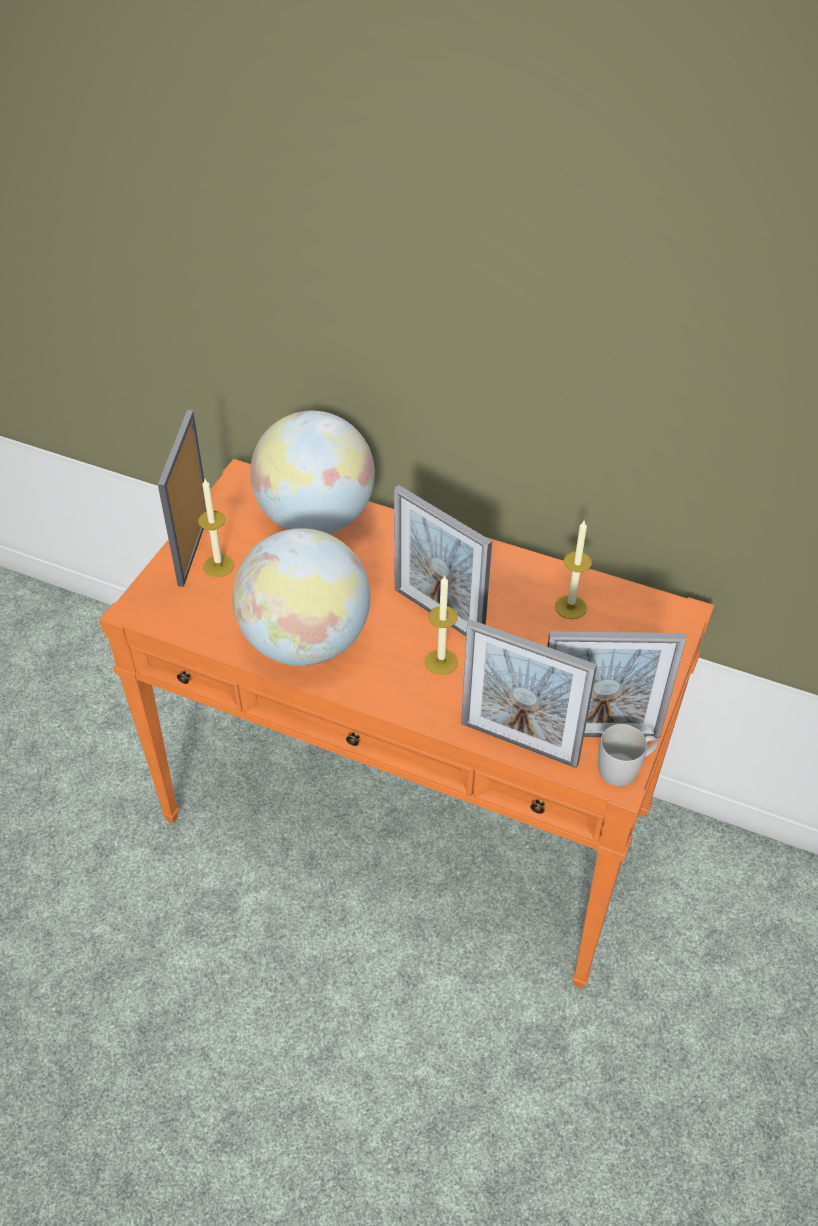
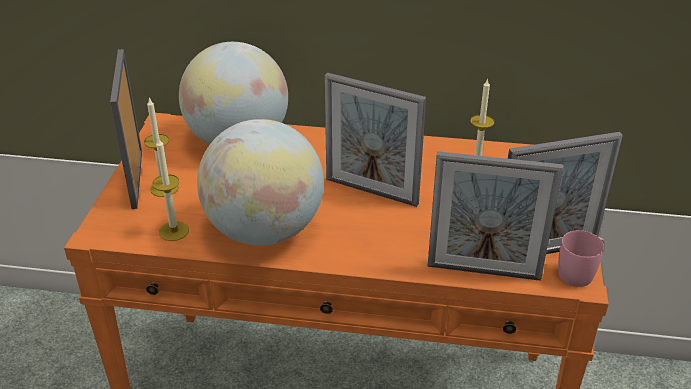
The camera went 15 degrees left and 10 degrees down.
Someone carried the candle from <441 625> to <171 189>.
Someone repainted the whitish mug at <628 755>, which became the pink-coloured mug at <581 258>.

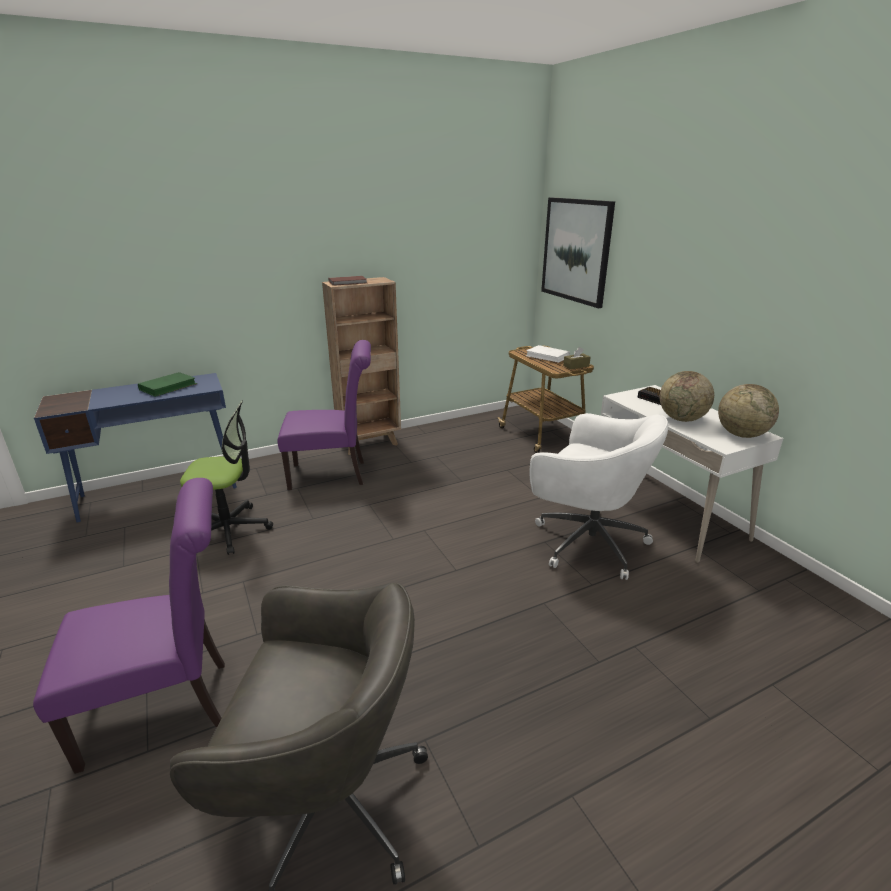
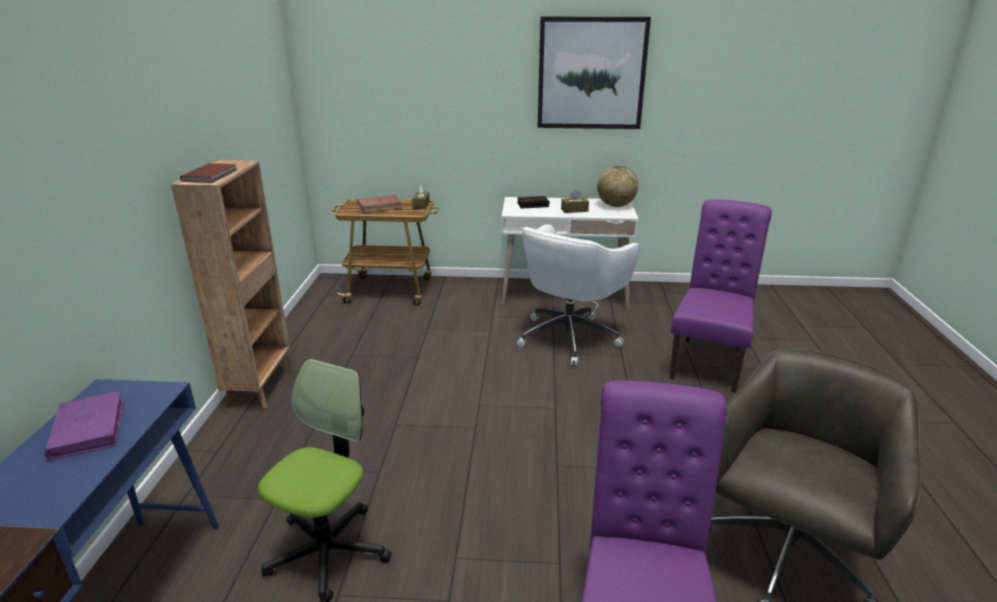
The camera went 60 degrees left and 0 degrees up.
Someone repainted the greenish volume at <167 384>, which became the purple-coloured volume at <84 426>.
Someone carried the purple-coloured chair from <324 415> to <720 296>.
Someone repainted the whitish volume at <548 354>, which became the brown volume at <380 204>.
Someone rotated the whitish desk chair at <599 496> by 150 degrees clockwise.
Someone carried the wall art from <578 252> to <594 73>.
Someone swapped the world globe at <687 396> for the brown tissue holder at <575 201>.

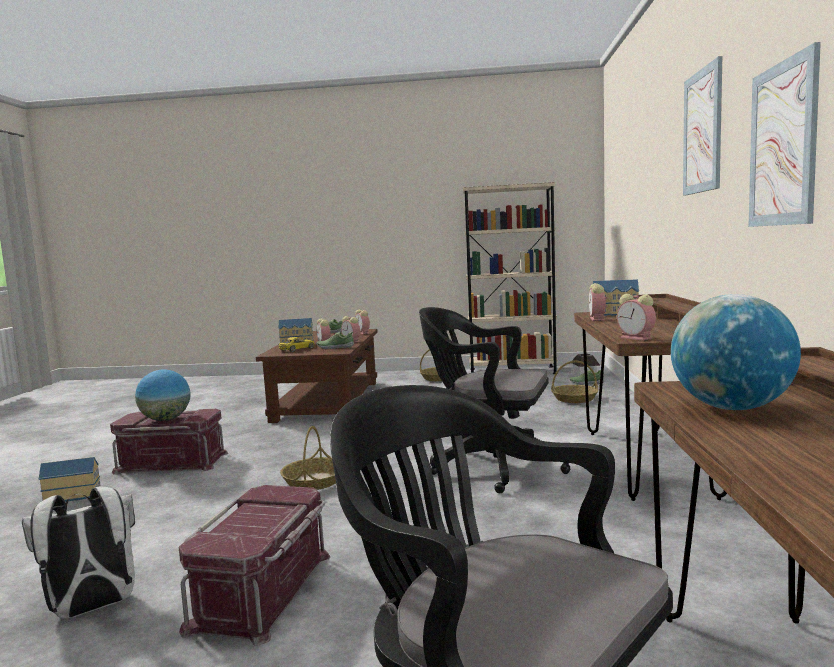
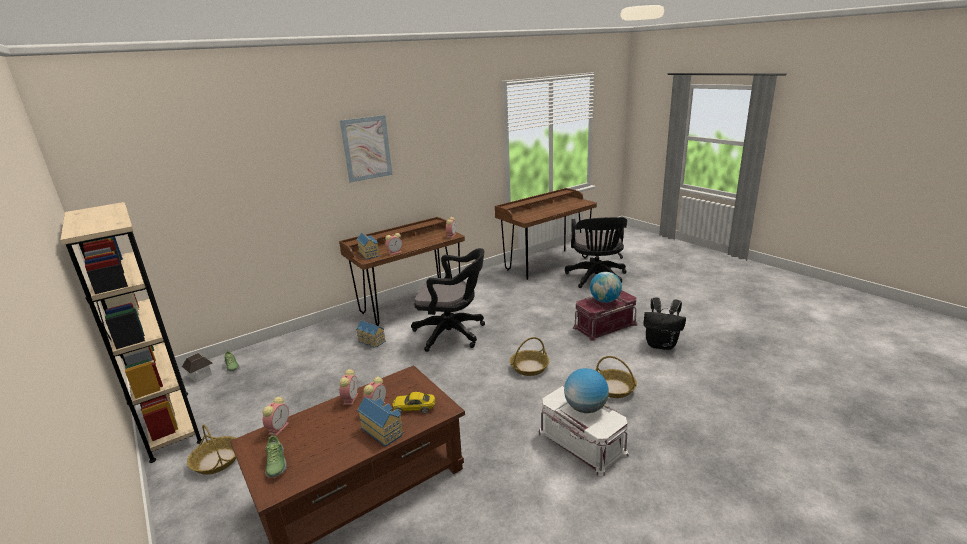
The camera went 130 degrees left and 15 degrees up.
Someone repainted the whitish backpack at <78 552>, which became the black-coloured backpack at <664 324>.
Someone carried the toy house from <70 479> to <371 334>.
Someone repainted the reddish storage box at <169 442>, which became the whitish storage box at <584 431>.
Someone took away the item of footwear at <335 340>.
Someone rotated the black-coloured desk chair at <495 400> by 60 degrees counterclockwise.
Someone carried the storage basket from <574 382> to <616 377>.
Someone carried the world globe from <736 352> to <606 287>.
Someone took away the wall art at <784 134>.

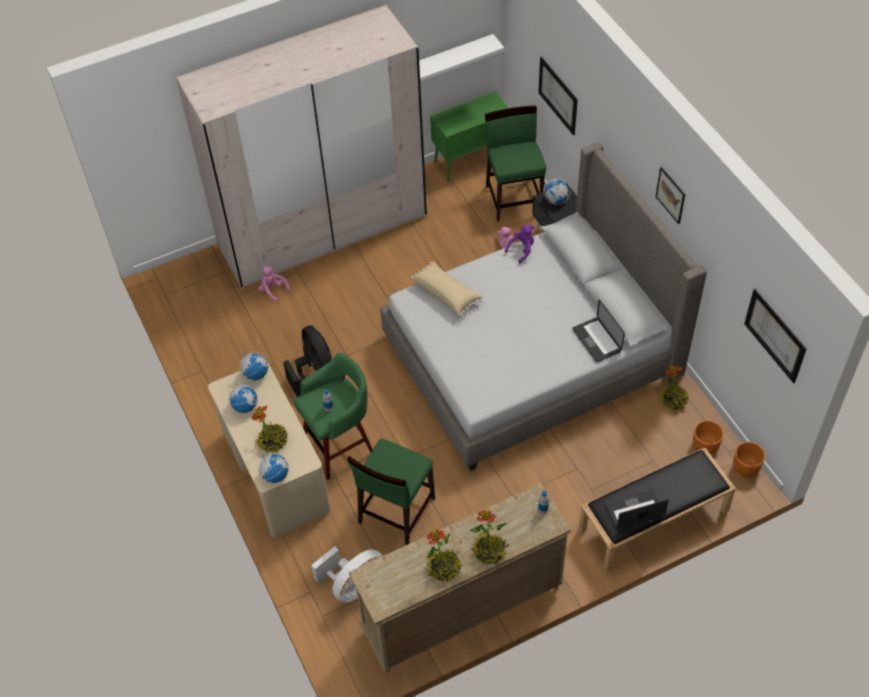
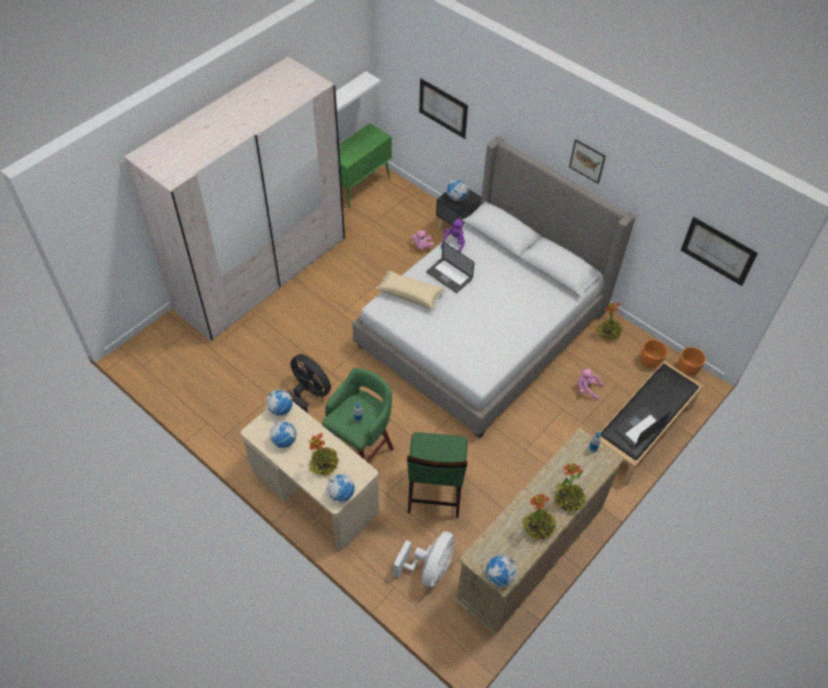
The camera went 25 degrees left and 0 degrees up.
Someone carried the pink-coloured plush toy from <274 284> to <591 384>.
Someone took away the greenish chair at <515 163>.
Someone carried the notebook computer from <598 331> to <450 267>.
Someone put down the world globe at <501 570>.

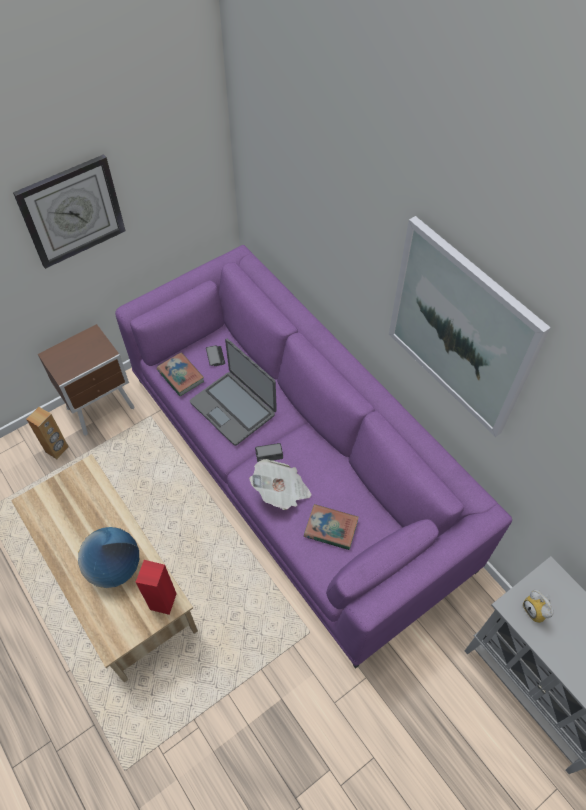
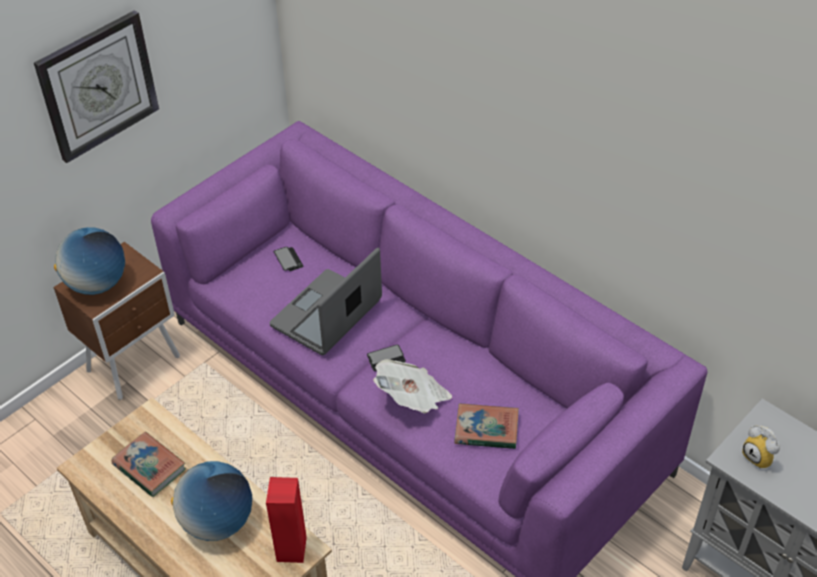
The camera went 10 degrees left and 10 degrees down.
Someone took away the brown loudspeaker at <47 433>.
Someone carried the volume from <180 374> to <148 464>.
Someone rotated the notebook computer at <233 392> by 90 degrees clockwise.
Someone took away the wall art at <470 326>.
Someone put down the world globe at <89 261>.

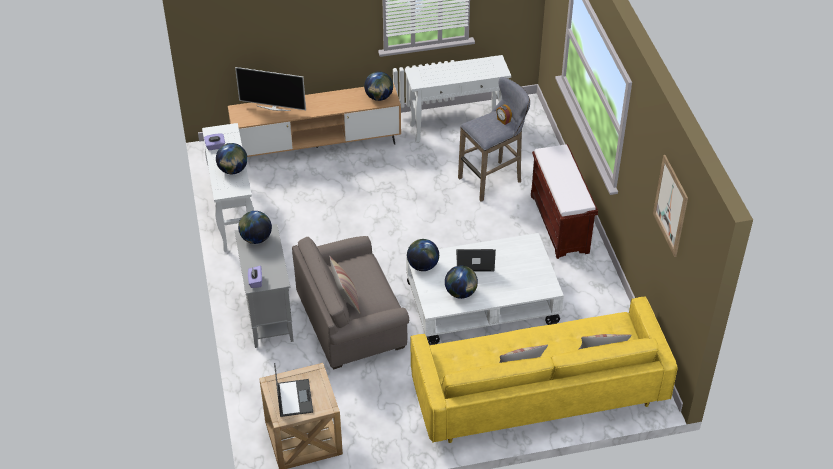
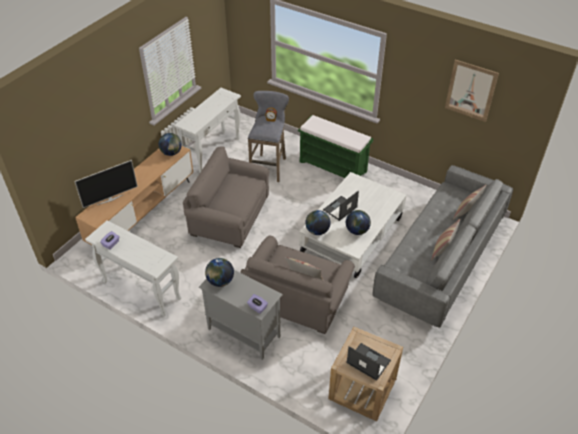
The camera went 45 degrees left and 0 degrees up.
Someone took away the world globe at <232 158>.
Someone repainted the yellowish couch at <543 370>, which became the greyish couch at <442 246>.
Someone repainted the brown indoor bench at <564 201>, which became the greenish indoor bench at <335 146>.
Someone put down the greyish lounge chair at <226 197>.

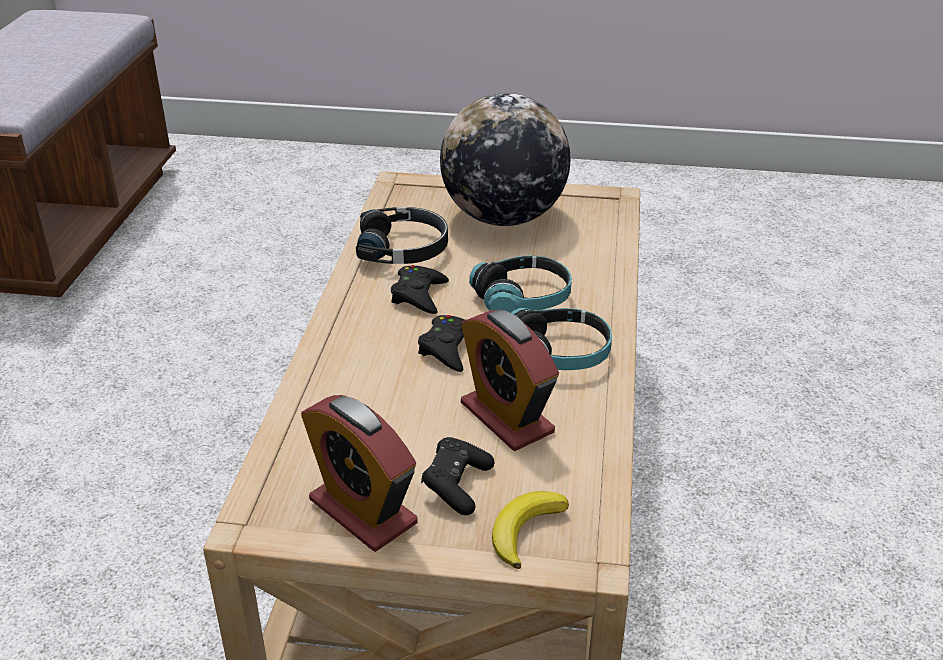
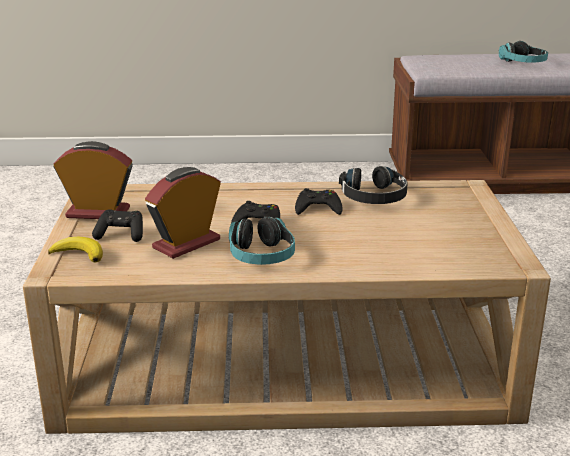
The camera went 80 degrees right and 10 degrees down.
Someone rotated the table clock at <359 473> by 60 degrees clockwise.
Someone took away the world globe at <505 159>.
Someone carried the headphones from <520 284> to <523 52>.

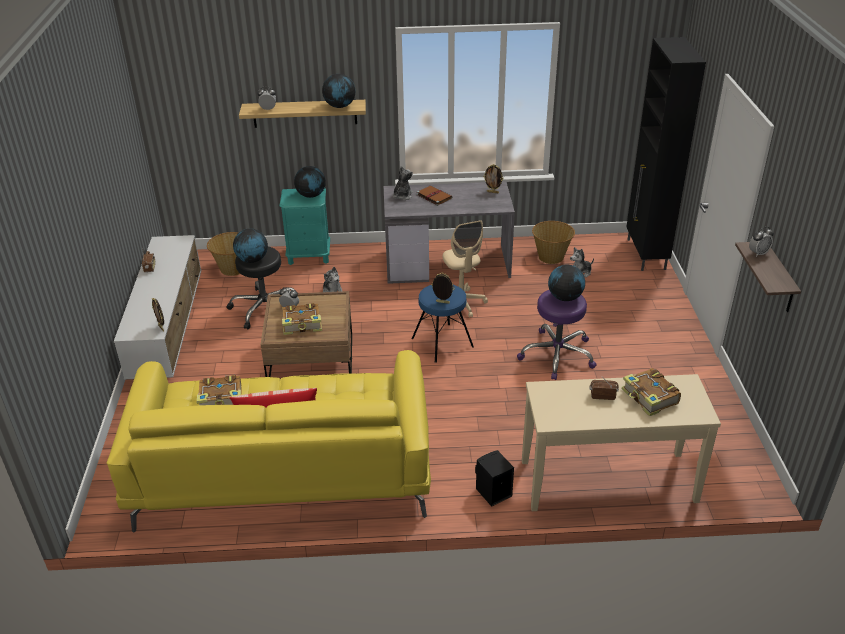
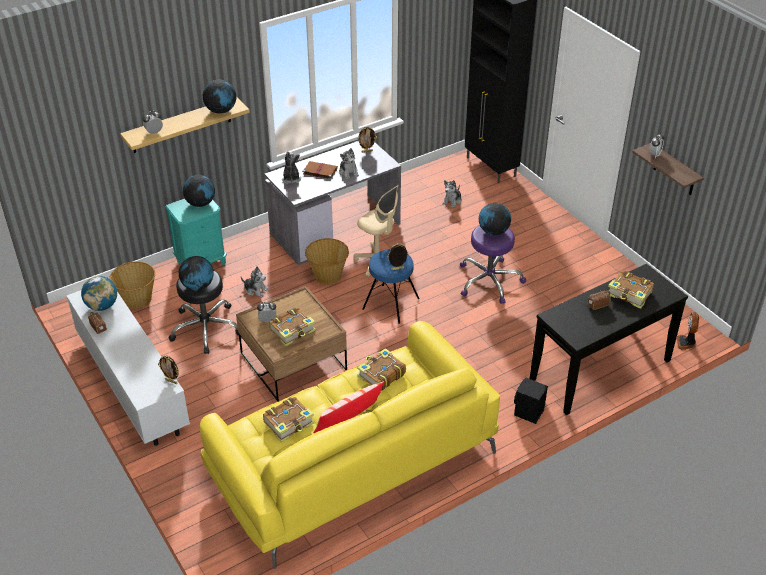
The camera went 30 degrees left and 5 degrees up.
Someone repainted the beige-coloured hall table at <621 442>, which became the black-coloured hall table at <608 339>.
Someone carried the storage basket from <553 242> to <327 261>.
Someone put down the world globe at <99 293>.
Someone put down the plush toy at <349 163>.
Someone put down the volume at <381 369>.
Someone put down the cooling fan at <688 331>.

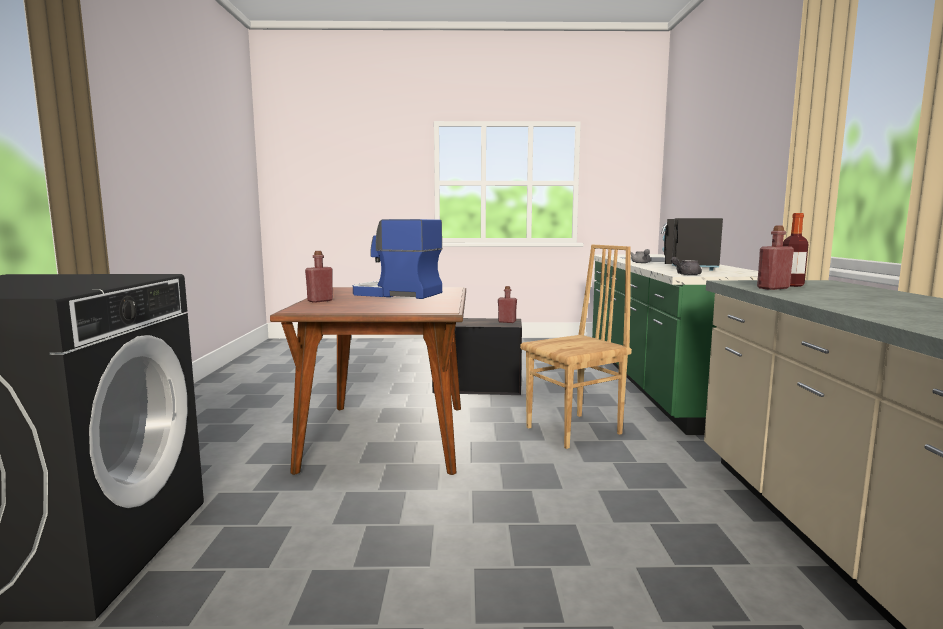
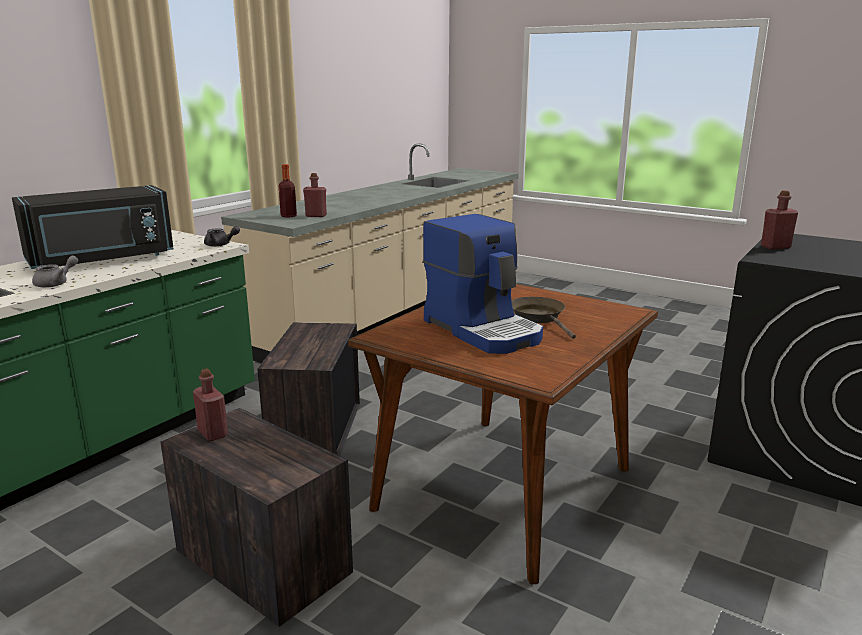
The camera went 145 degrees left and 10 degrees up.
Someone carried the reddish beverage bottle from <319 277> to <779 219>.
Someone swapped the brown chair at <576 347> for the crate at <308 389>.
Someone put down the brown pan at <544 318>.

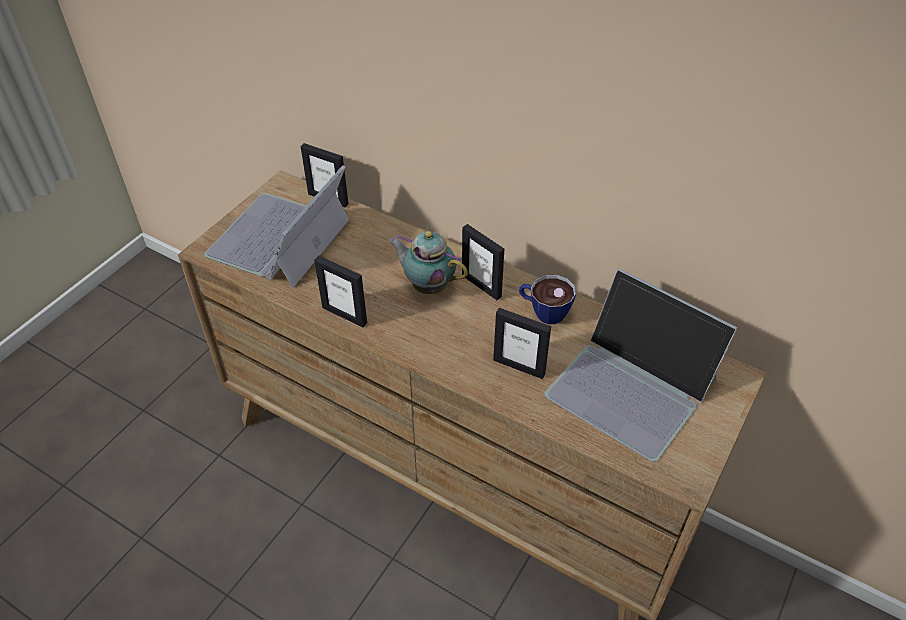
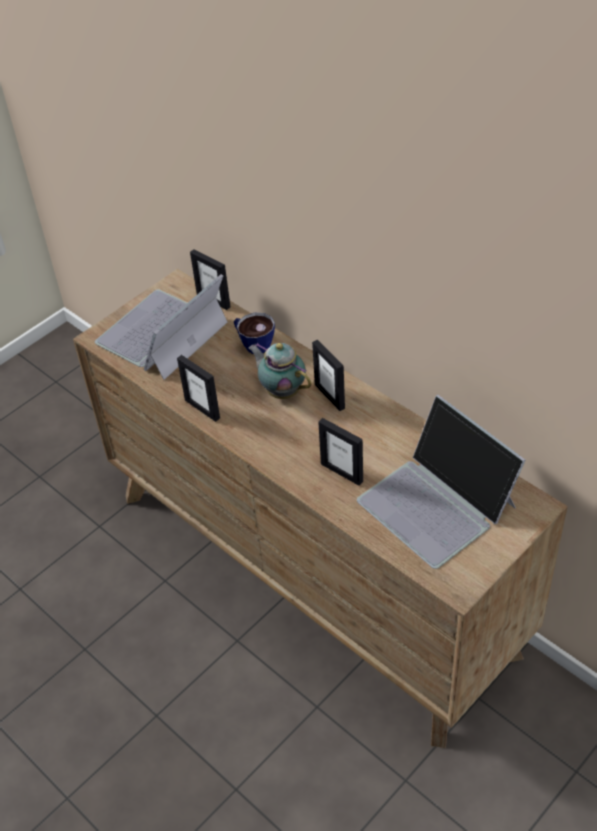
The camera went 15 degrees right and 0 degrees up.
Someone carried the cup from <547 299> to <254 333>.

